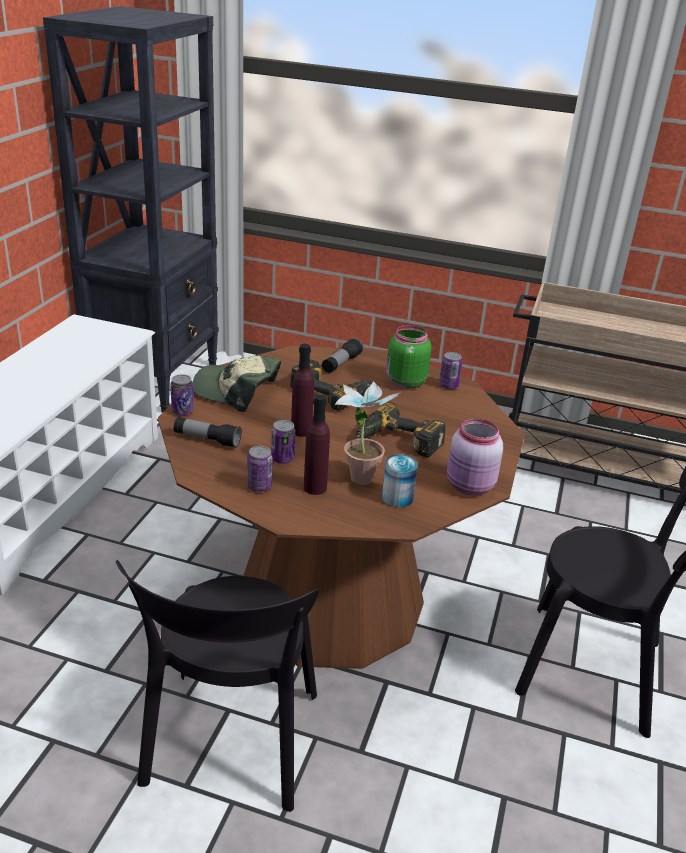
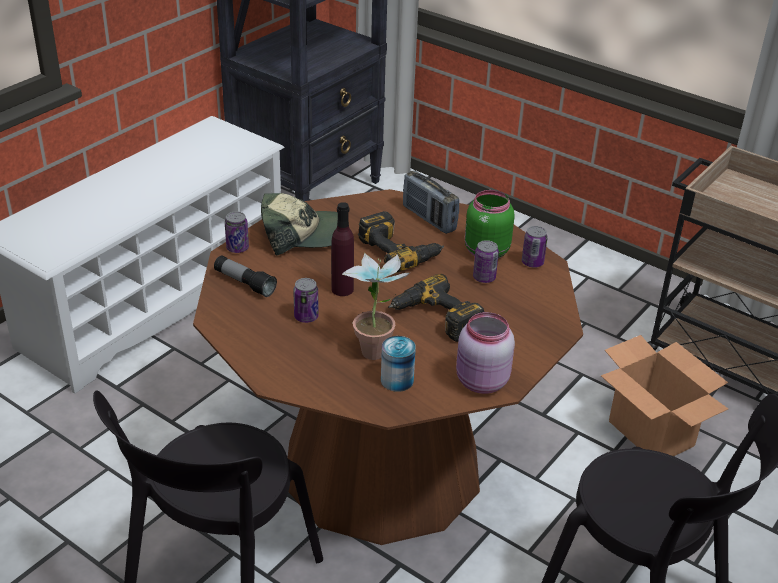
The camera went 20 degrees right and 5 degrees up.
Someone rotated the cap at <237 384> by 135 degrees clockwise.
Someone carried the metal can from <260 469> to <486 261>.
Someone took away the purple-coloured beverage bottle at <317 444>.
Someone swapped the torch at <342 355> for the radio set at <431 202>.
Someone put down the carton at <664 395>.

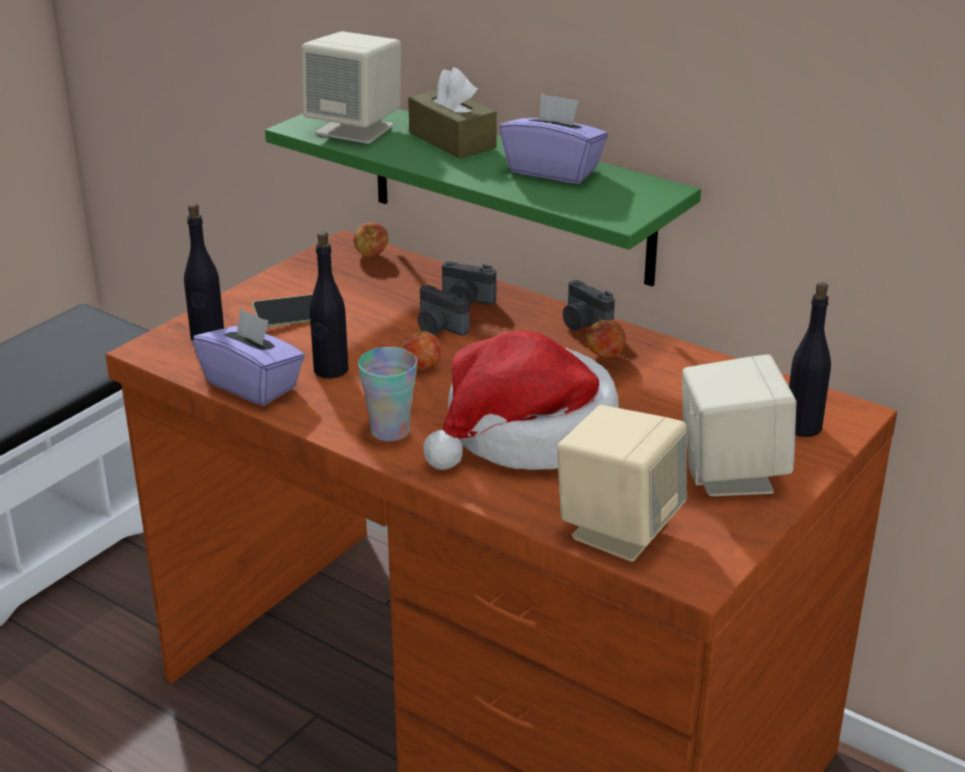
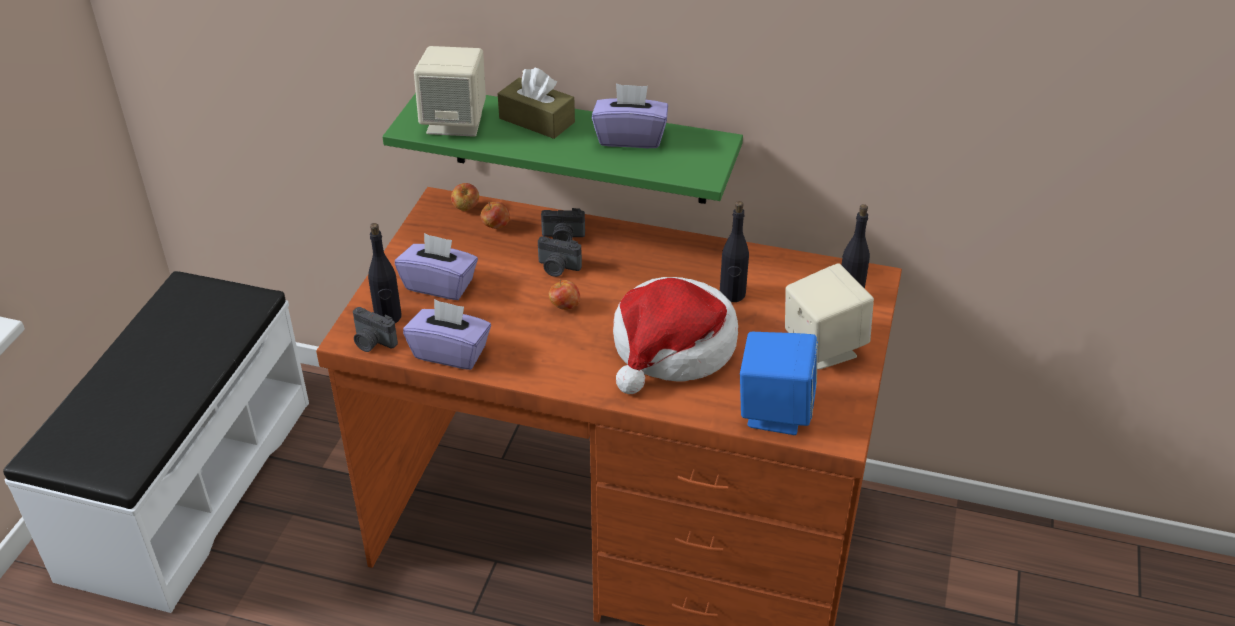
The camera went 20 degrees left and 10 degrees up.
Someone swapped the telephone at <282 310> for the purple-coloured tissue holder at <436 266>.
Someone carried the black-coloured beverage bottle from <329 305> to <734 251>.
Someone took away the cup at <387 394>.
Someone repainted the beige-coloured loudspeaker at <622 483>, which became the bluish loudspeaker at <779 383>.
Someone carried the photo camera from <589 305> to <375 329>.
Someone carried the whole apple from <605 337> to <495 215>.

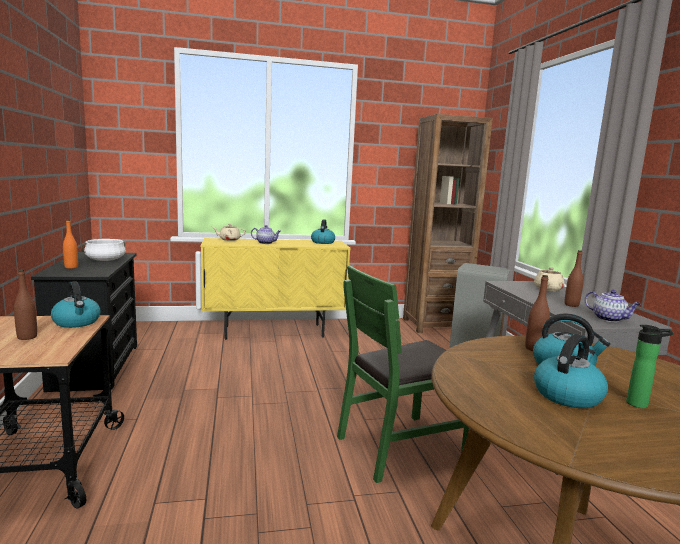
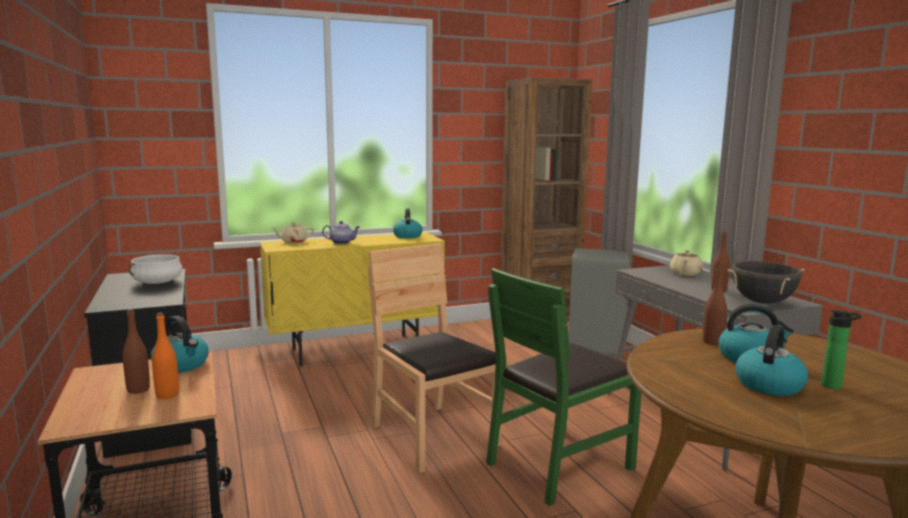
The camera went 10 degrees left and 0 degrees up.
Someone carried the orange-coloured beverage bottle from <70 244> to <165 356>.
Someone swapped the tea pot at <613 306> for the black-coloured saucepot at <766 282>.
Someone put down the brown chair at <435 358>.

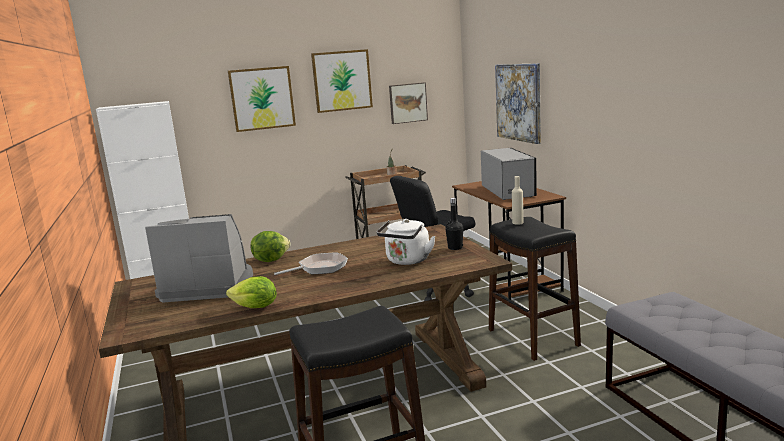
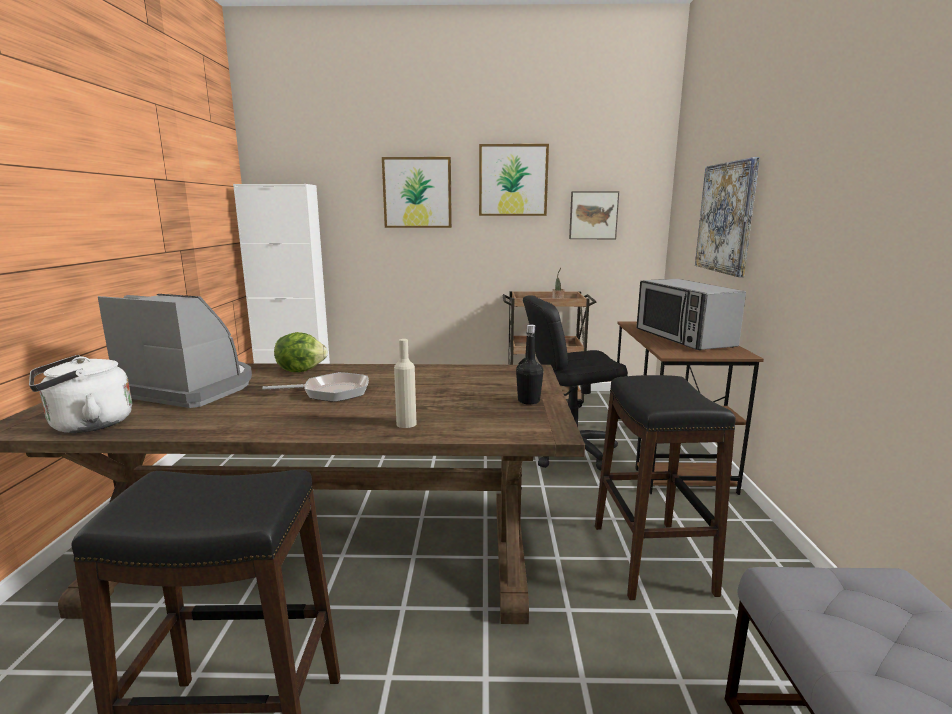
The camera went 20 degrees right and 0 degrees up.
Someone took away the lettuce head at <251 292>.
Someone carried the whitish water kettle from <406 242> to <80 394>.
Someone rotated the microwave at <509 174> by 150 degrees clockwise.
Someone carried the beige-coloured beverage bottle from <517 200> to <405 383>.

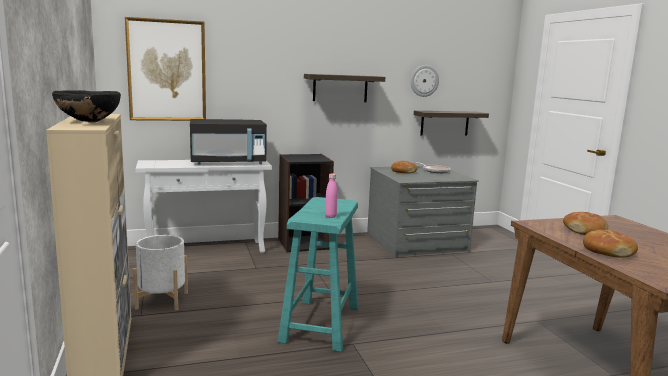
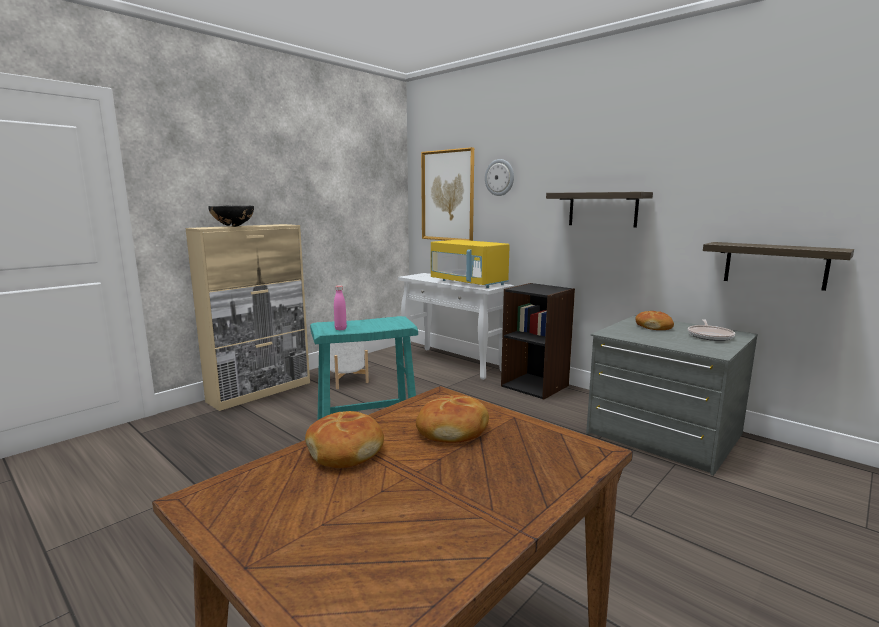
The camera went 60 degrees right and 0 degrees up.
Someone repainted the black-coloured microwave at <228 142>, which became the yellowish microwave at <470 264>.
Someone carried the hanging clock from <424 81> to <499 177>.

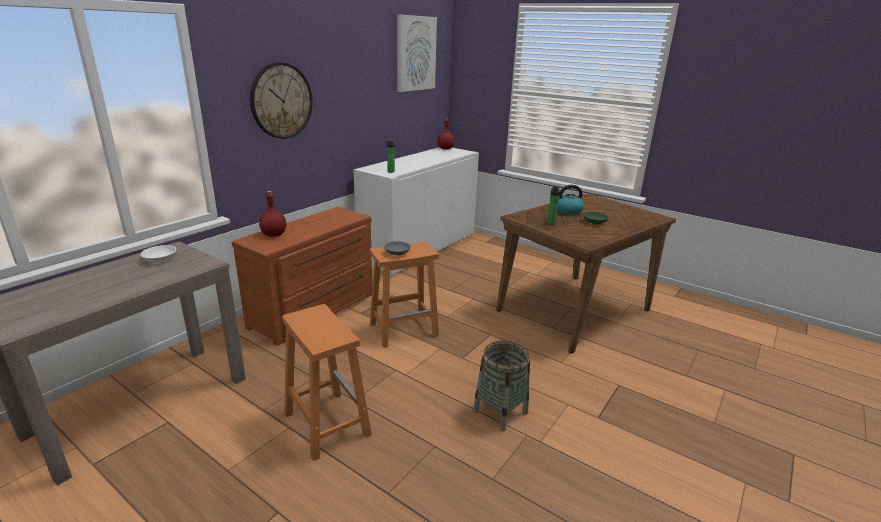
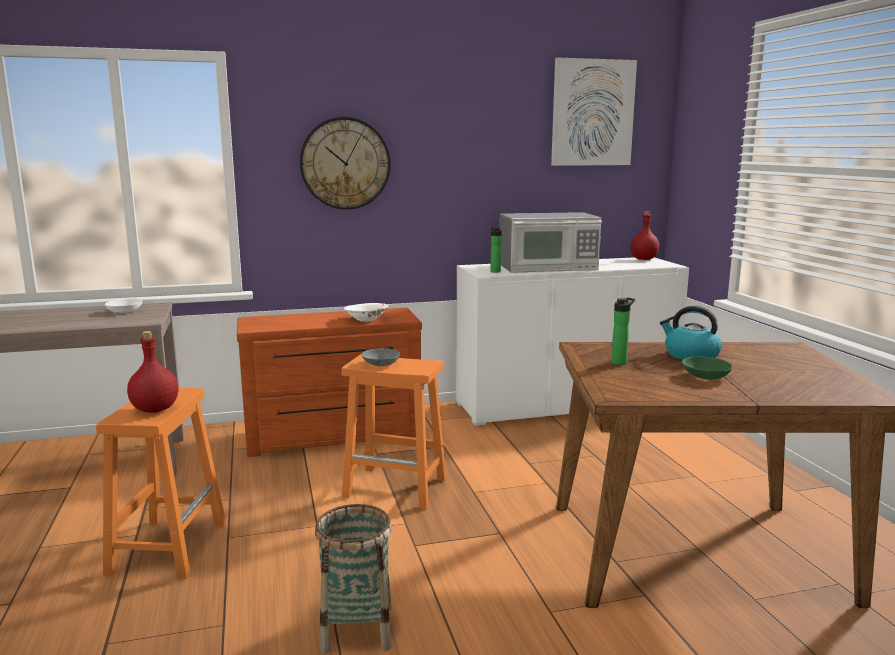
The camera went 40 degrees right and 10 degrees down.
Someone carried the reddish beverage bottle from <272 214> to <152 372>.
Someone put down the whitish deep dish at <366 312>.
Someone put down the microwave at <551 242>.

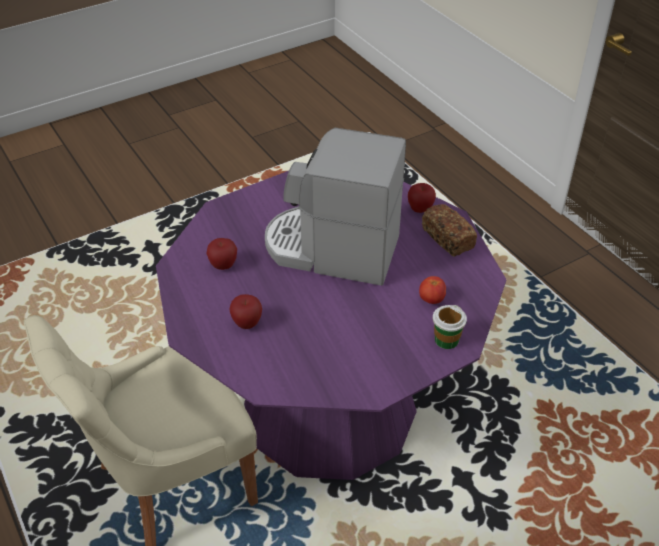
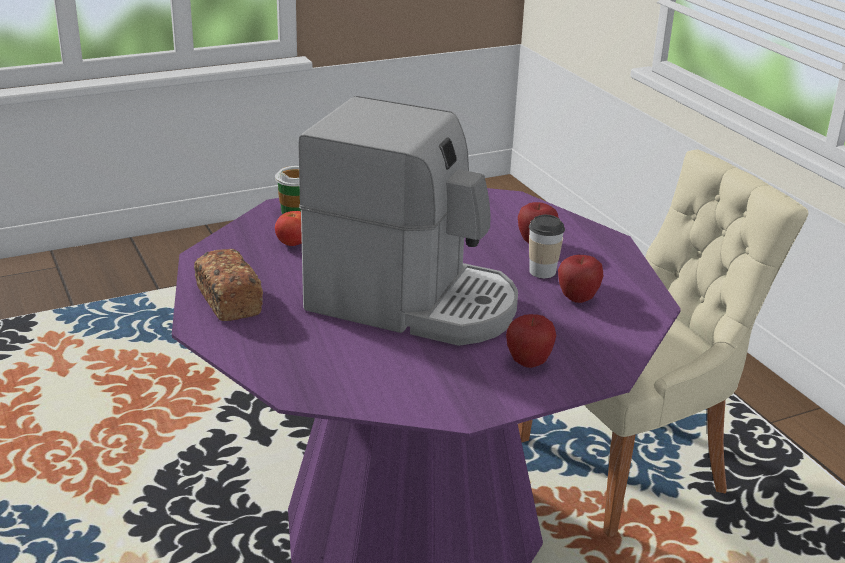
The camera went 175 degrees left and 15 degrees down.
Someone carried the whole apple from <422 198> to <531 341>.
Someone put down the cup at <547 246>.

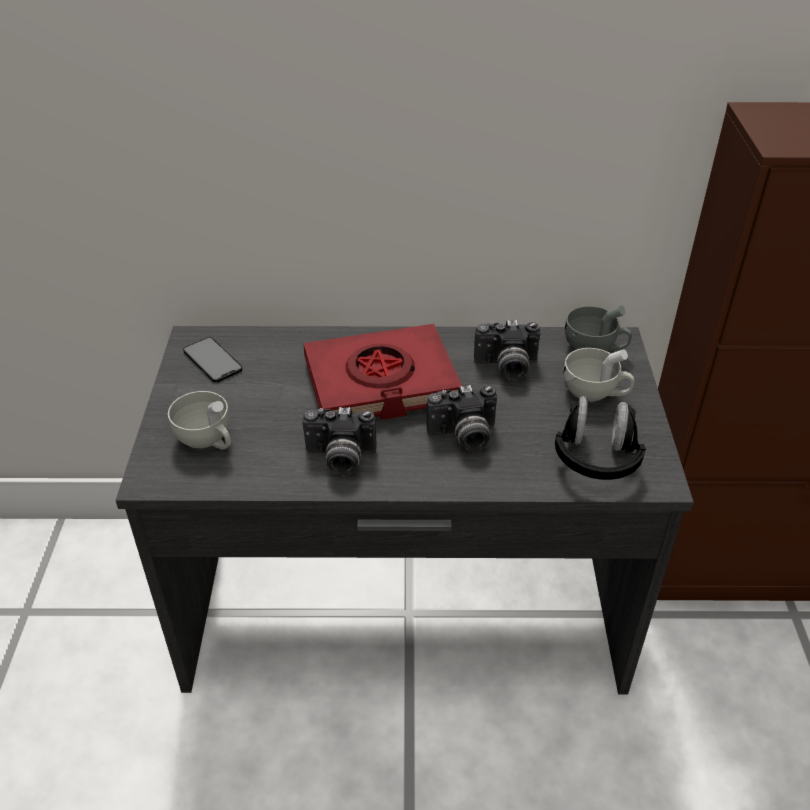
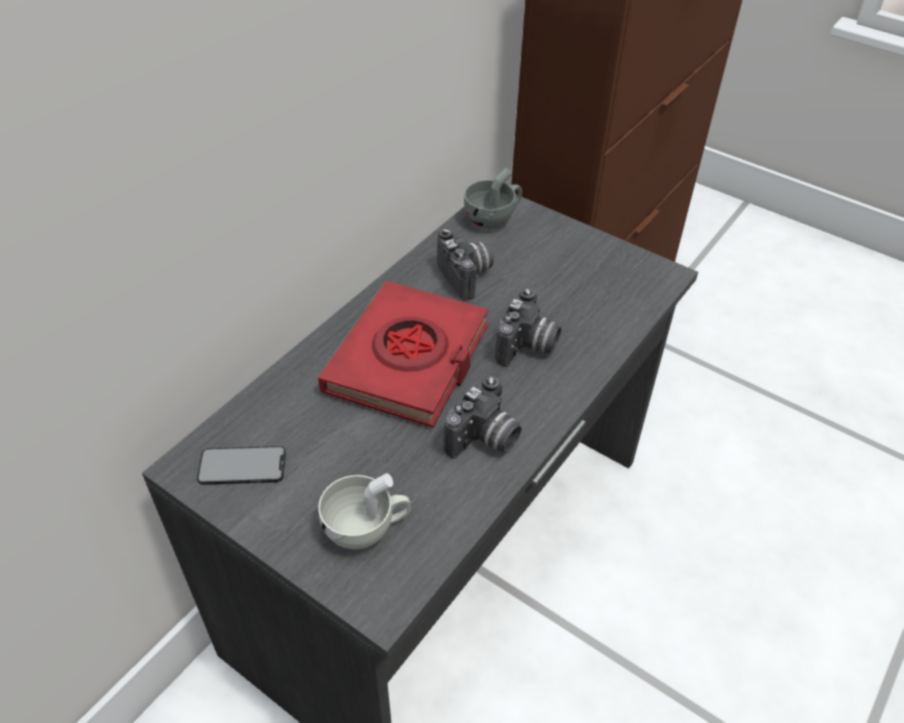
The camera went 55 degrees left and 5 degrees up.
Someone rotated the photo camera at <507 350> by 60 degrees counterclockwise.
Someone took away the black-coloured headphones at <600 438>.
Someone took away the whitish cup at <599 374>.

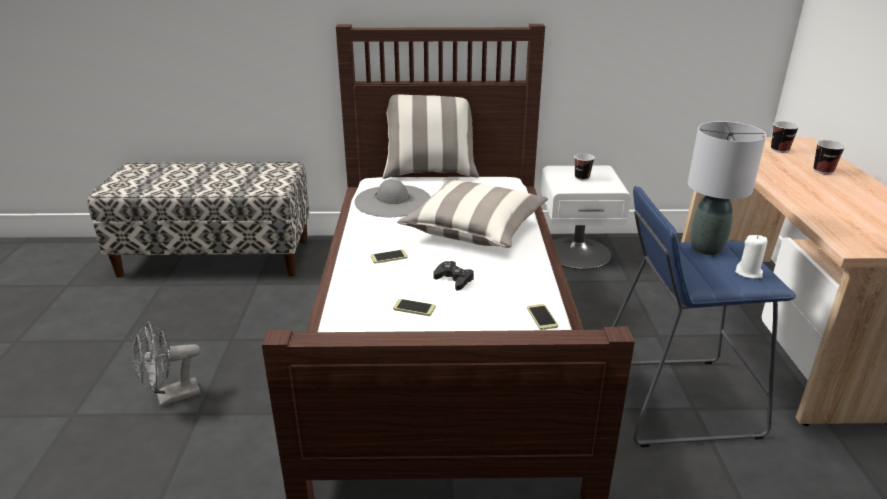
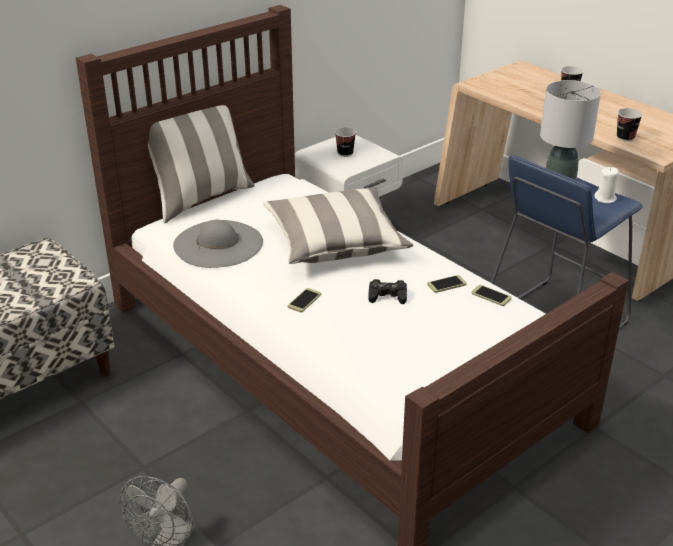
The camera went 40 degrees left and 5 degrees up.
Someone carried the telephone from <414 307> to <447 284>.
Someone carried the cup from <785 137> to <630 125>.

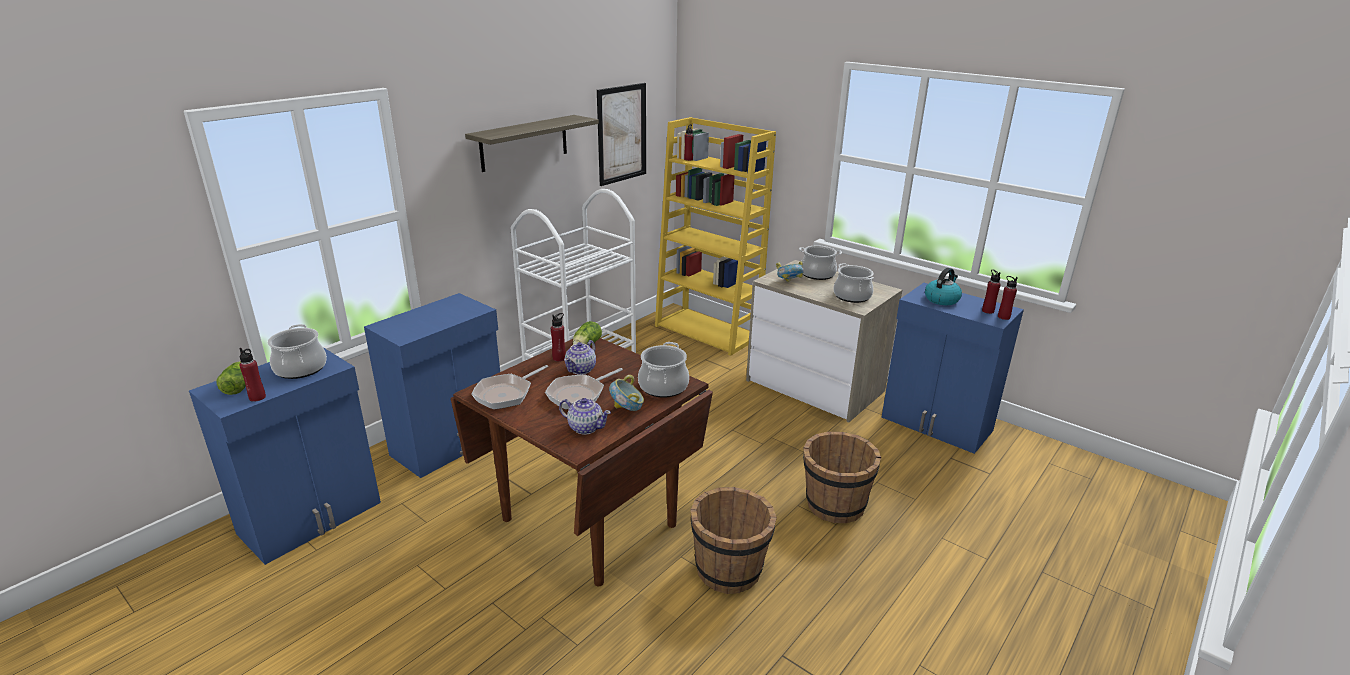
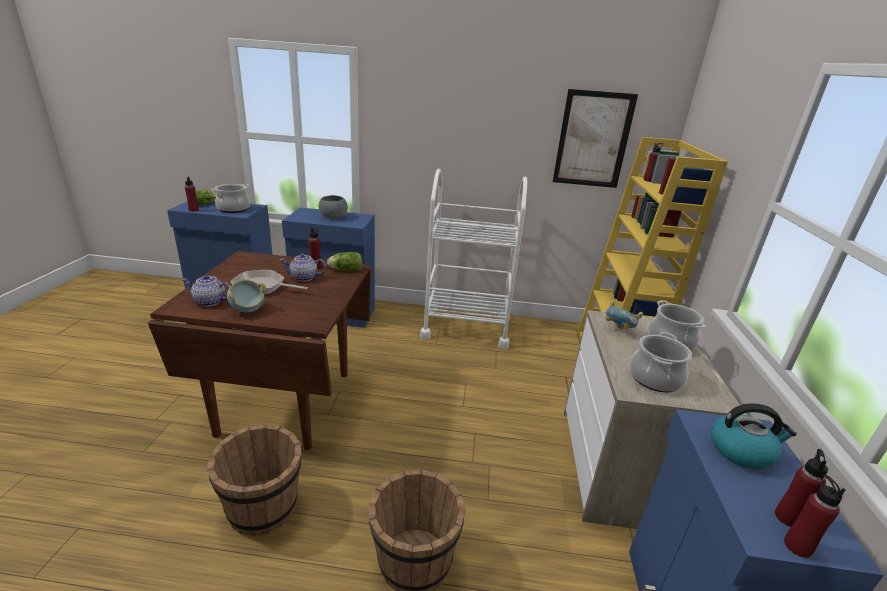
The camera went 55 degrees right and 0 degrees up.
Someone took away the bracket shelf at <532 143>.
Someone took away the pan at <509 387>.
Someone rotated the tea pot at <585 416> by 105 degrees clockwise.
Someone took away the saucepot at <663 370>.
Someone put down the greyish deep dish at <333 207>.

